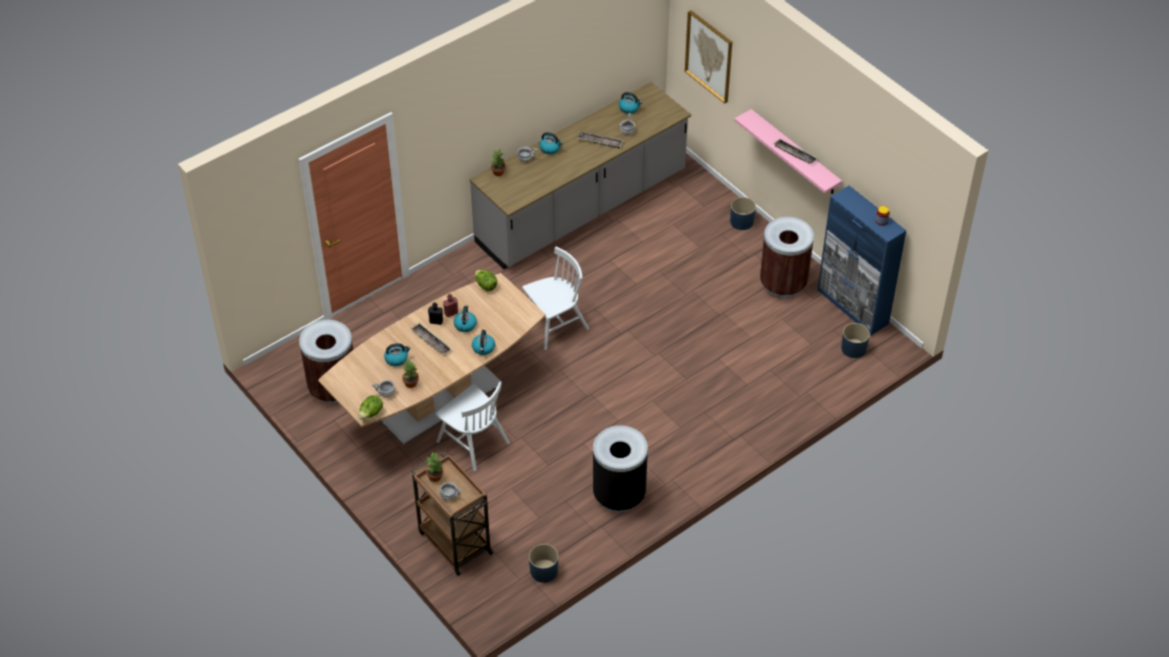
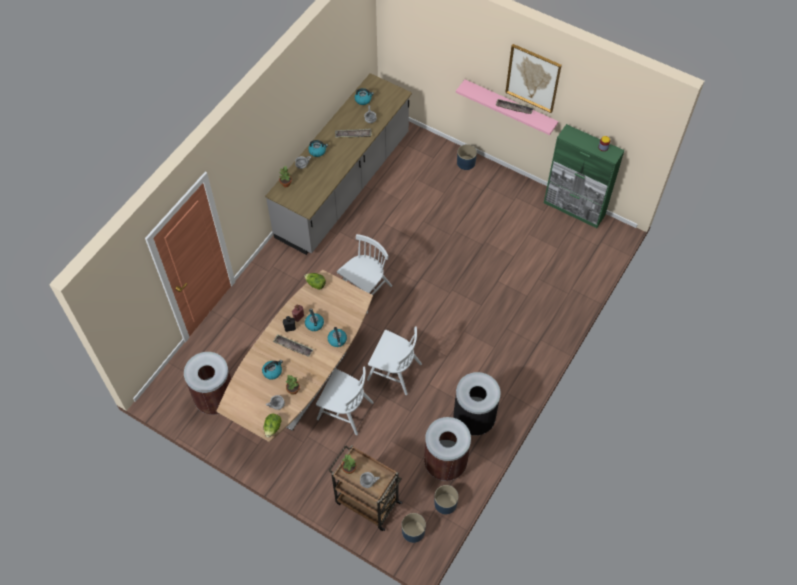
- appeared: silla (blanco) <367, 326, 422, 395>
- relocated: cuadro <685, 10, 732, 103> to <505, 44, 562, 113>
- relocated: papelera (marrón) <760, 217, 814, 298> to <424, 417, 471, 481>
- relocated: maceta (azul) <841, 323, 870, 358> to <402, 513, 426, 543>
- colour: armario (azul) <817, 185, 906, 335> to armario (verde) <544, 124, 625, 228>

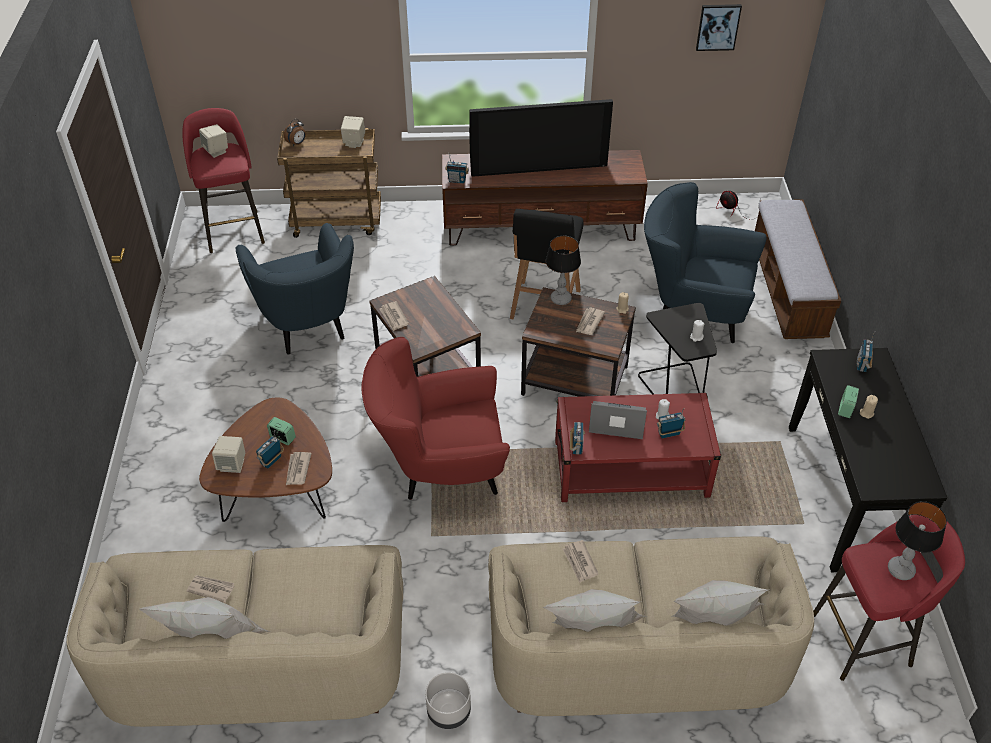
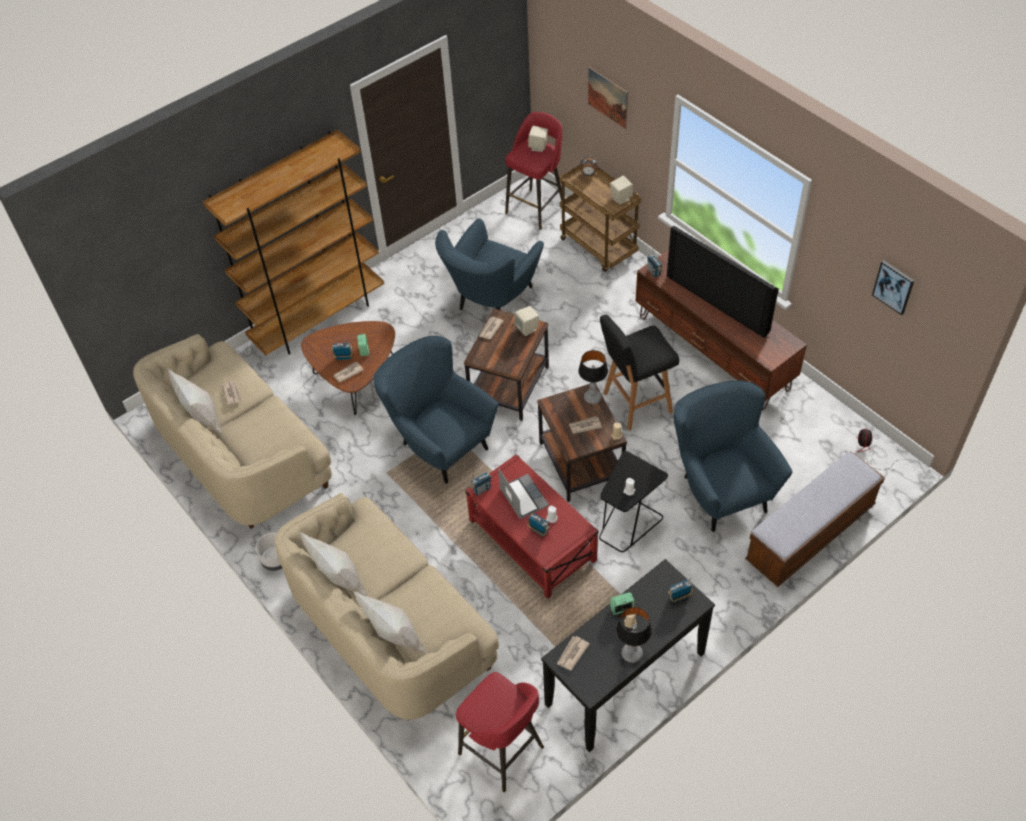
- appeared: estantería (marrón) <203, 129, 384, 356>
- appeared: cuadro <588, 67, 628, 129>
- relocated: altavoz (beis) <212, 436, 245, 473> to <514, 306, 539, 336>
- relocated: periódico <563, 540, 598, 583> to <557, 636, 590, 670>
- relocated: lámpara de mesa <888, 502, 947, 580> to <616, 607, 652, 663>
- colour: sillón (rojo) <361, 337, 510, 500> to sillón (azul) <373, 336, 498, 484>

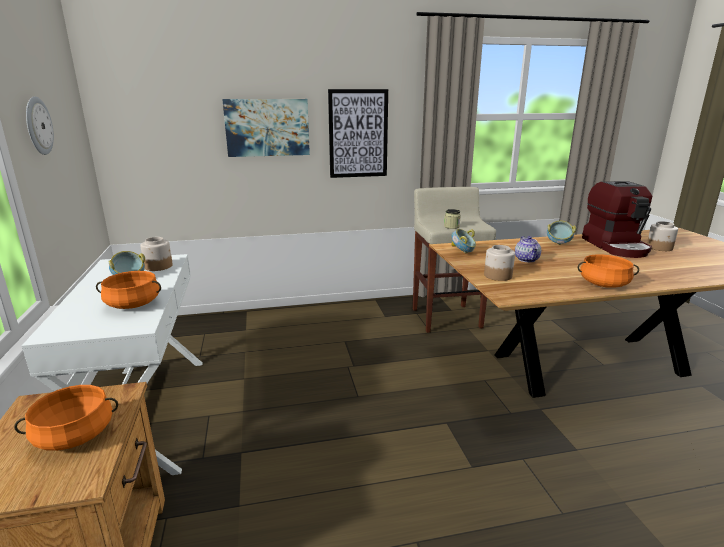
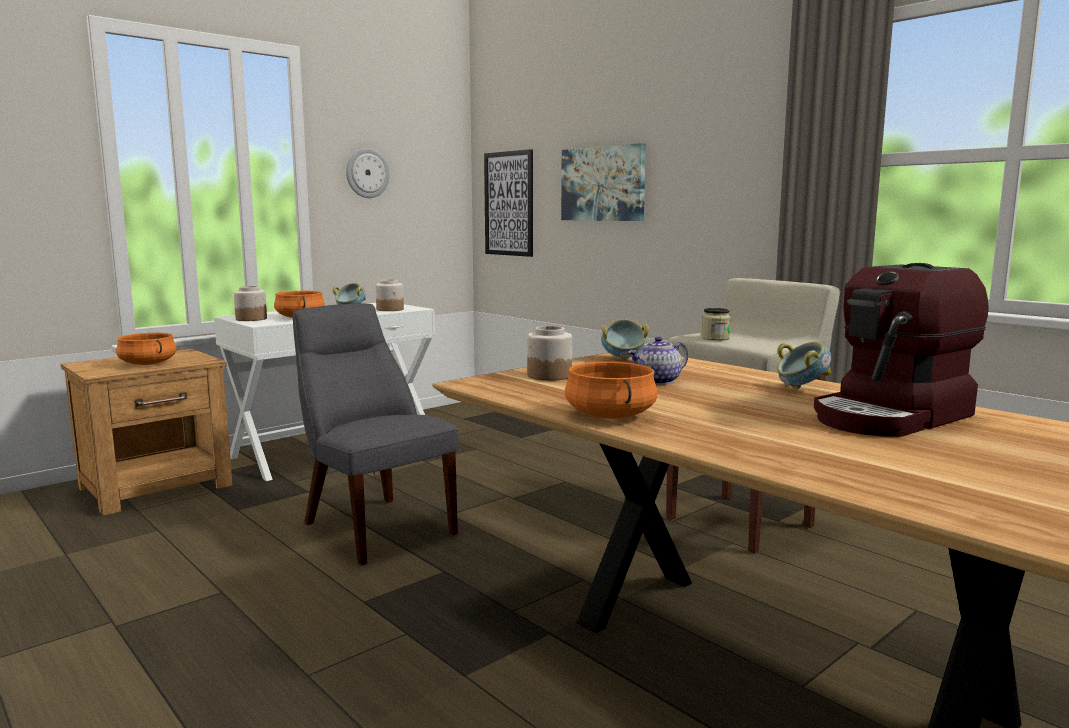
- appeared: silla (gris) <293, 304, 459, 565>
- relocated: cuadro <328, 89, 388, 178> to <484, 149, 533, 257>
- relocated: tarro <647, 221, 678, 251> to <234, 286, 267, 321>

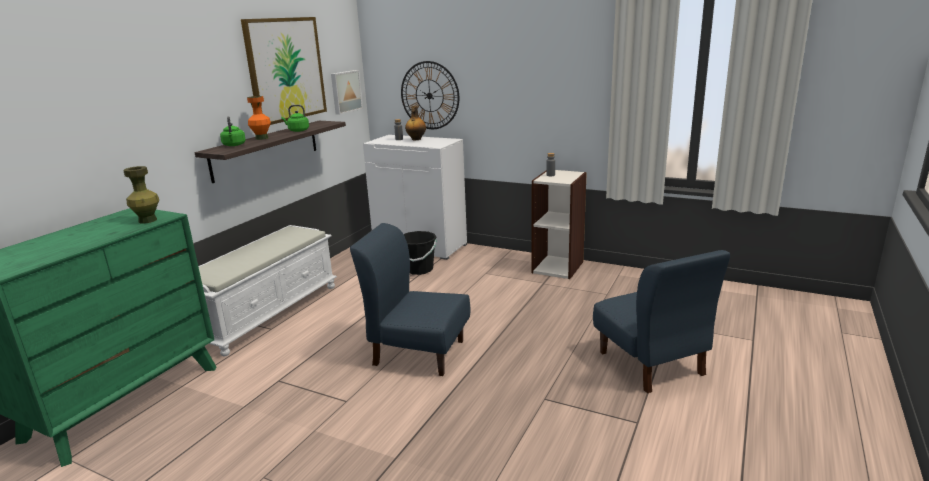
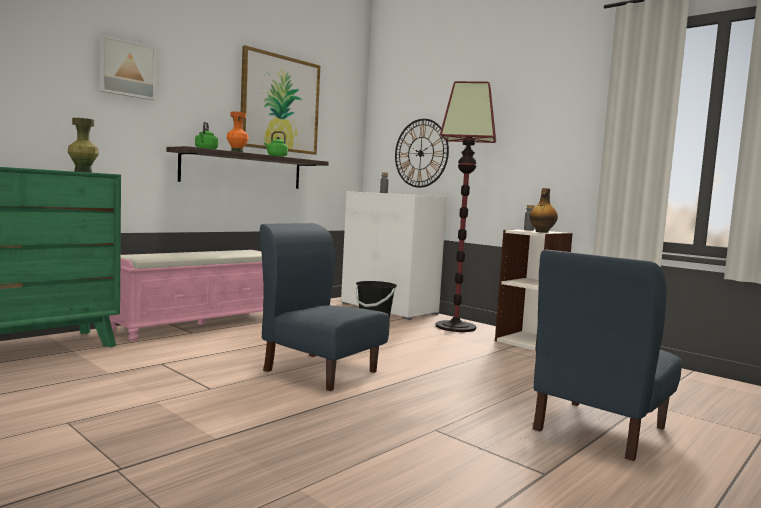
- appeared: lámpara de pie <436, 81, 496, 332>
- relocated: cuadro <331, 70, 363, 115> to <99, 35, 156, 100>
- relocated: botella <405, 106, 426, 140> to <529, 188, 558, 233>
- colour: banco (blanco) <198, 225, 337, 357> to banco (rosa) <109, 250, 264, 341>
- spun: silla (azul) <593, 250, 730, 393> = <533, 249, 682, 461> 45 degrees clockwise

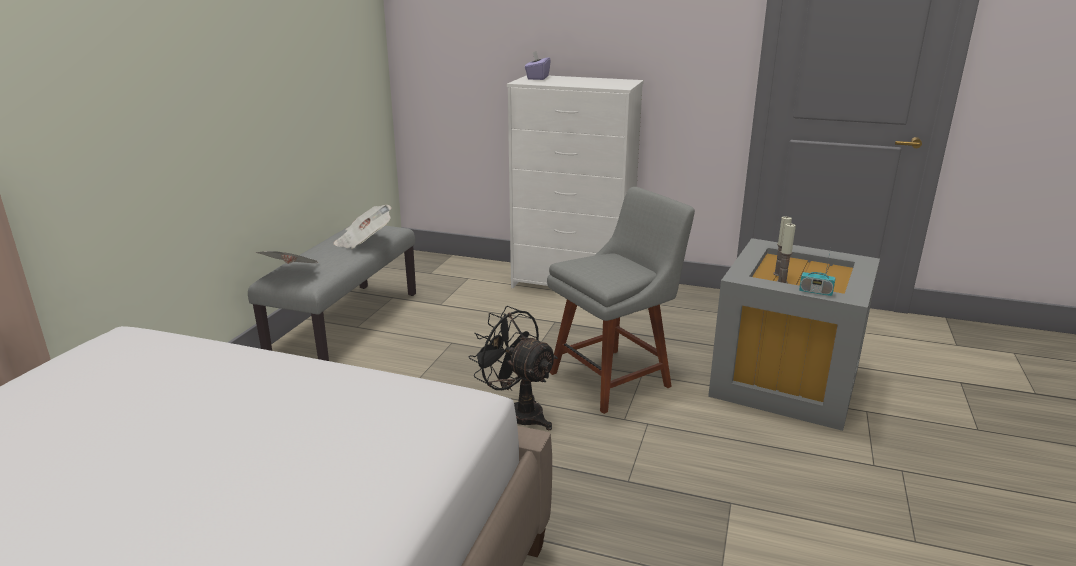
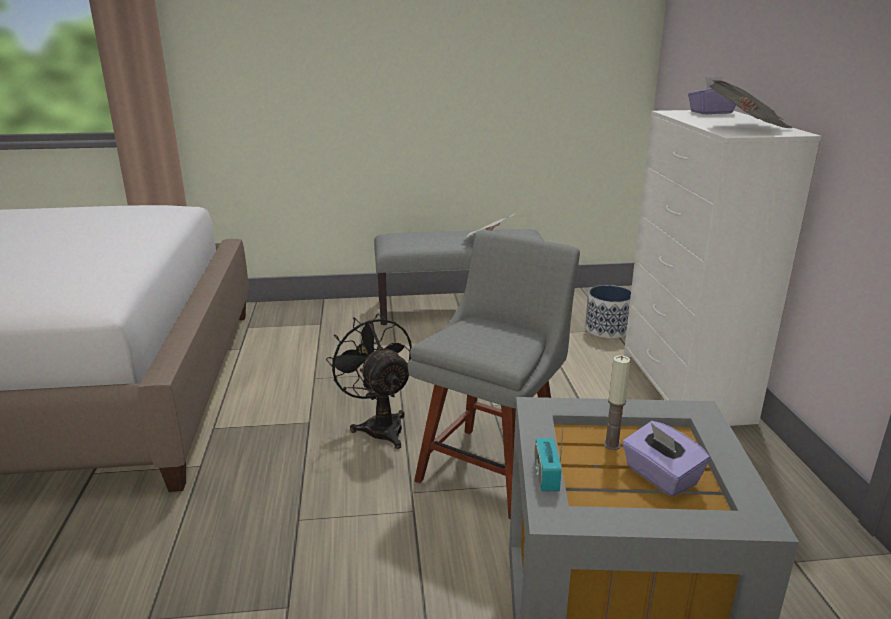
- missing: vela <777, 223, 796, 283>
- appeared: maceta <585, 285, 631, 339>
- appeared: caja de pañuelos (morado) <622, 421, 710, 496>
- relocated: periódico <256, 251, 320, 264> to <709, 80, 793, 128>
- spun: ventilador (negro) <469, 306, 558, 430> = <326, 313, 412, 449> 45 degrees counterclockwise
- spun: silla (gris) <547, 187, 695, 414> = <408, 231, 580, 519> 90 degrees counterclockwise

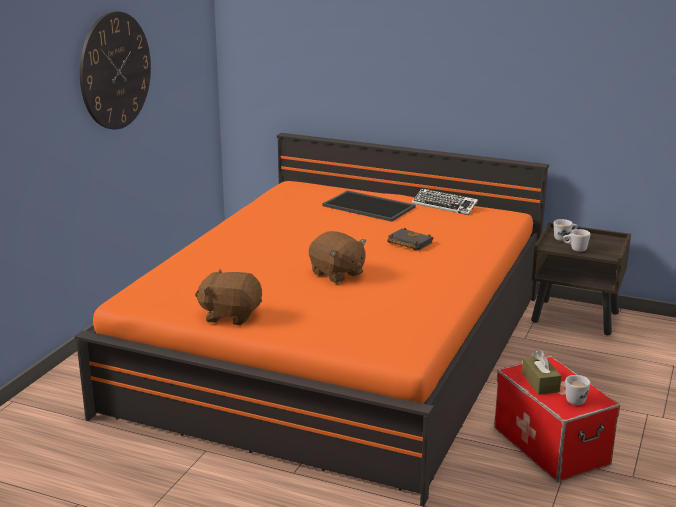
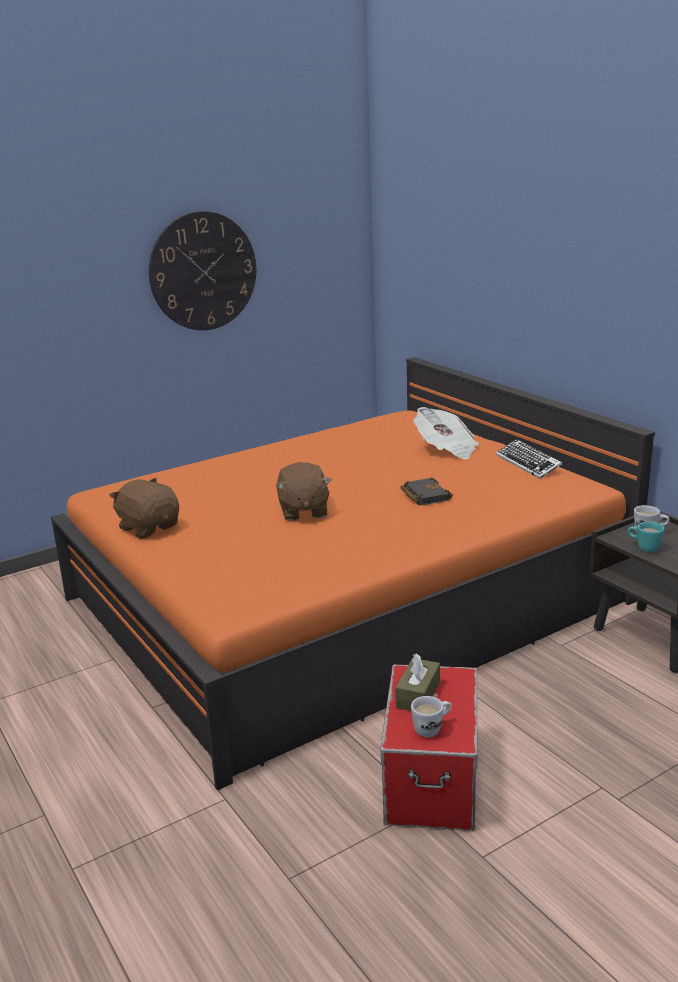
- exchanged: bandeja <322, 190, 416, 222> to periódico <413, 407, 479, 459>
- colour: taza grande (blanco) <563, 229, 591, 252> to taza grande (turquesa) <628, 522, 665, 552>

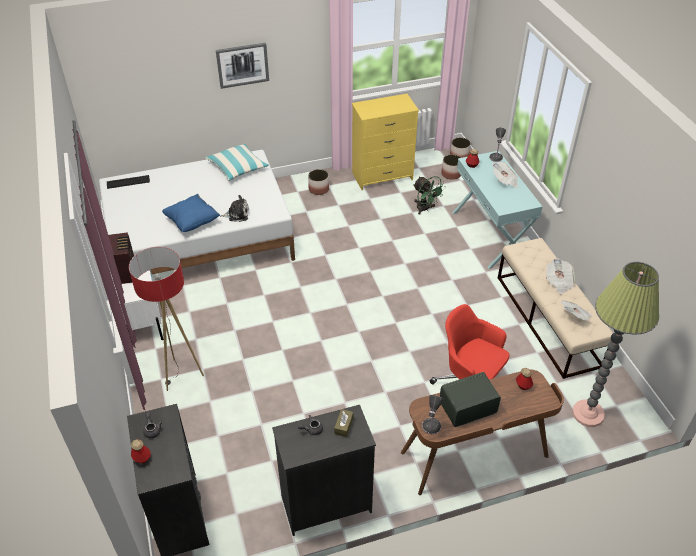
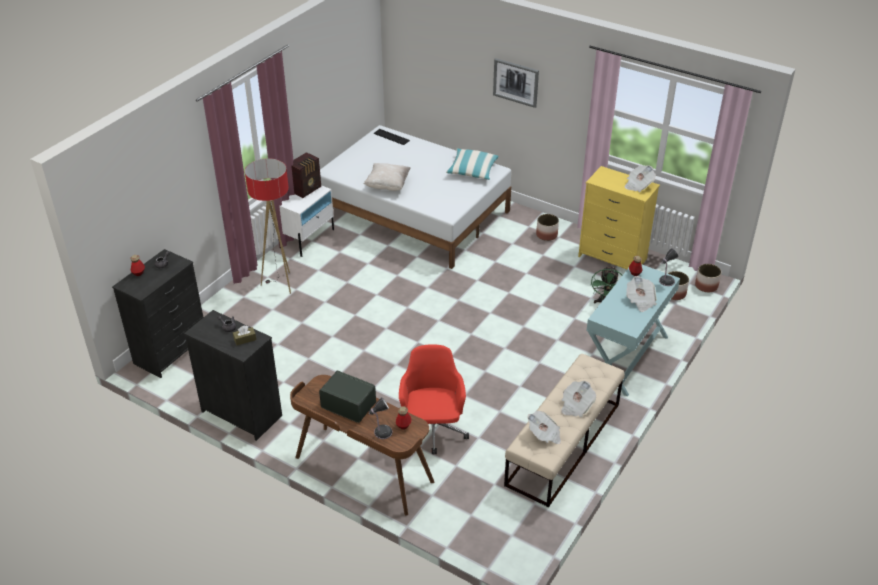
- missing: peluche <220, 195, 249, 222>
- missing: lámpara de pie <572, 262, 659, 427>
- appeared: periódico <624, 165, 656, 192>
- relocated: lámpara de mesa <422, 395, 444, 434> to <369, 397, 393, 439>
- colour: cojín (azul) <162, 194, 220, 232> to cojín (beis) <364, 163, 411, 191>

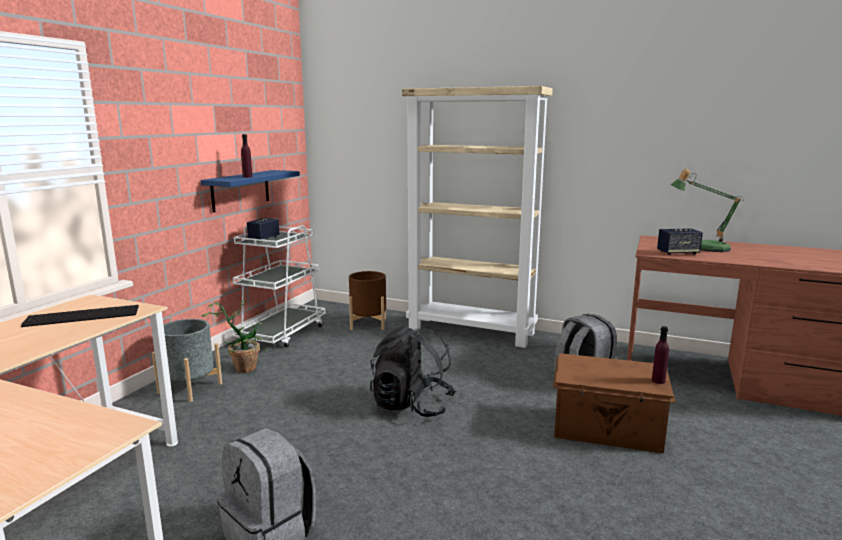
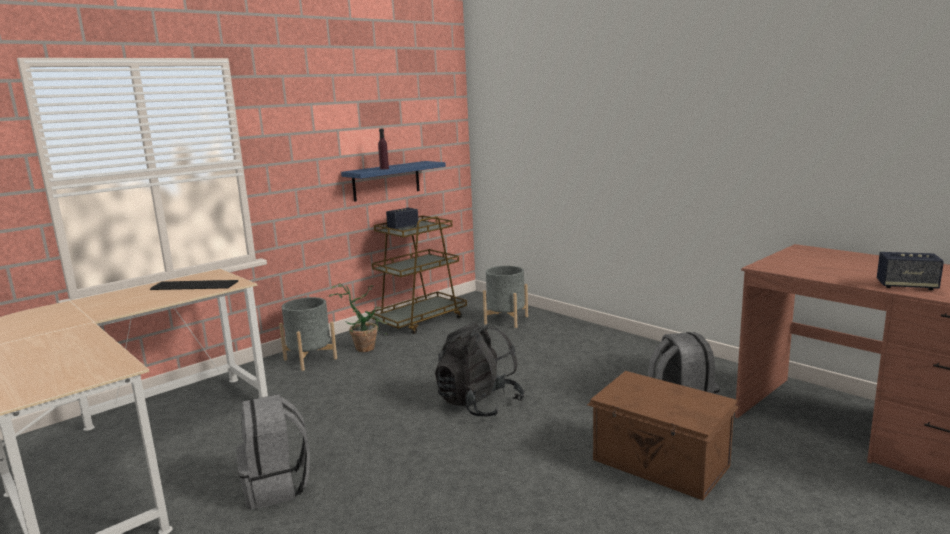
- missing: estantería (beis) <402, 86, 553, 348>
- missing: botella (morado) <652, 326, 669, 384>
- missing: lámpara de mesa <671, 169, 741, 252>
- relocated: altavoz <657, 228, 703, 255> to <877, 252, 944, 290>
- colour: carrito (blanco) <231, 225, 326, 347> to carrito (marrón) <370, 215, 467, 334>
- colour: maceta (marrón) <349, 271, 386, 330> to maceta (gris) <483, 266, 528, 328>

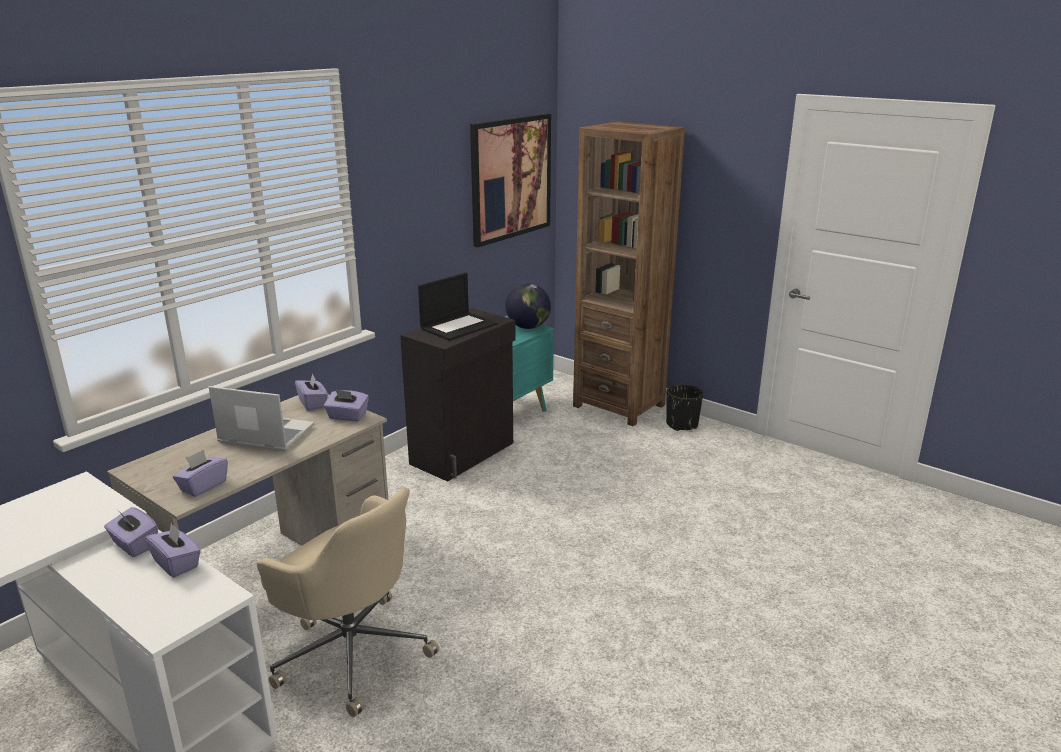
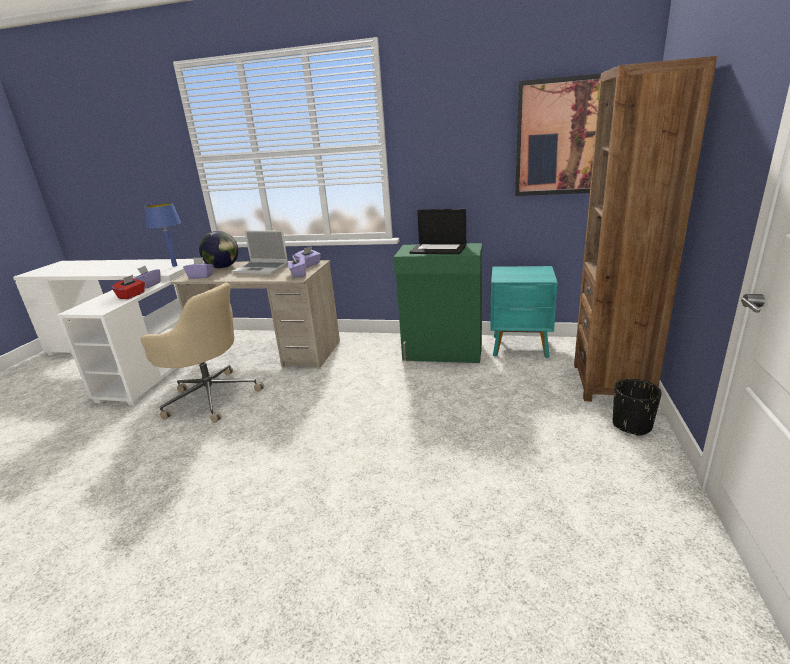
- appeared: lámpara de mesa (azul) <144, 203, 181, 267>
- relocated: globo terráqueo <505, 283, 551, 329> to <199, 231, 239, 269>
- colour: caja de pañuelos (morado) <145, 523, 201, 578> to caja de pañuelos (rojo) <112, 275, 145, 299>
- colour: armario (negro) <400, 308, 516, 481> to armario (verde) <394, 243, 482, 363>
- spun: portátil <209, 386, 314, 452> = <232, 230, 288, 275> 120 degrees clockwise
- spun: silla de oficina (beis) <257, 488, 439, 717> = <140, 283, 264, 423> 75 degrees counterclockwise

